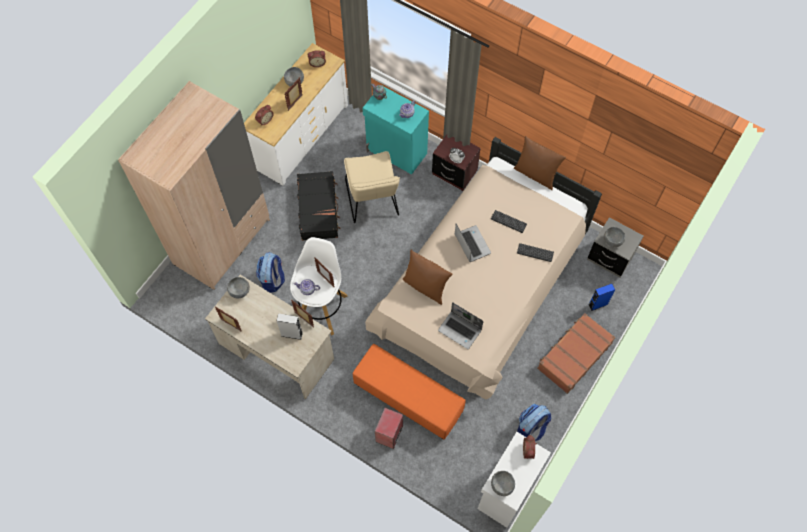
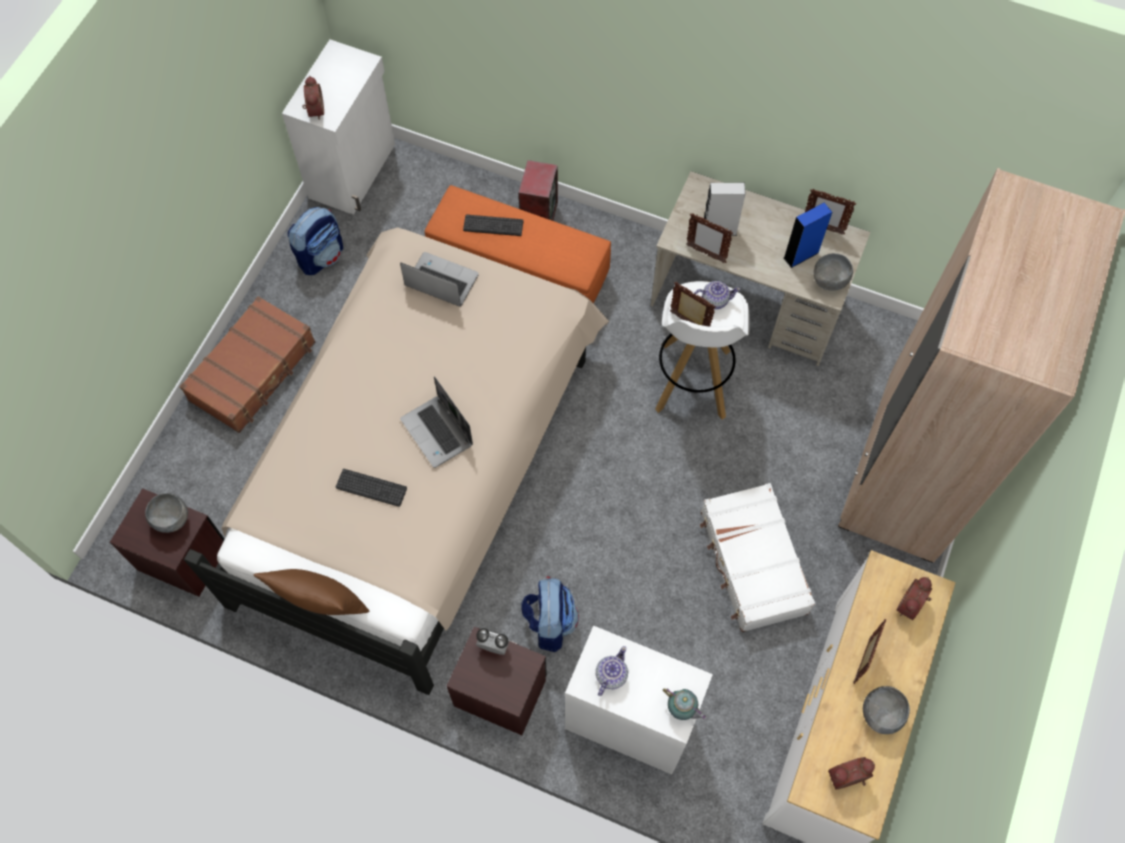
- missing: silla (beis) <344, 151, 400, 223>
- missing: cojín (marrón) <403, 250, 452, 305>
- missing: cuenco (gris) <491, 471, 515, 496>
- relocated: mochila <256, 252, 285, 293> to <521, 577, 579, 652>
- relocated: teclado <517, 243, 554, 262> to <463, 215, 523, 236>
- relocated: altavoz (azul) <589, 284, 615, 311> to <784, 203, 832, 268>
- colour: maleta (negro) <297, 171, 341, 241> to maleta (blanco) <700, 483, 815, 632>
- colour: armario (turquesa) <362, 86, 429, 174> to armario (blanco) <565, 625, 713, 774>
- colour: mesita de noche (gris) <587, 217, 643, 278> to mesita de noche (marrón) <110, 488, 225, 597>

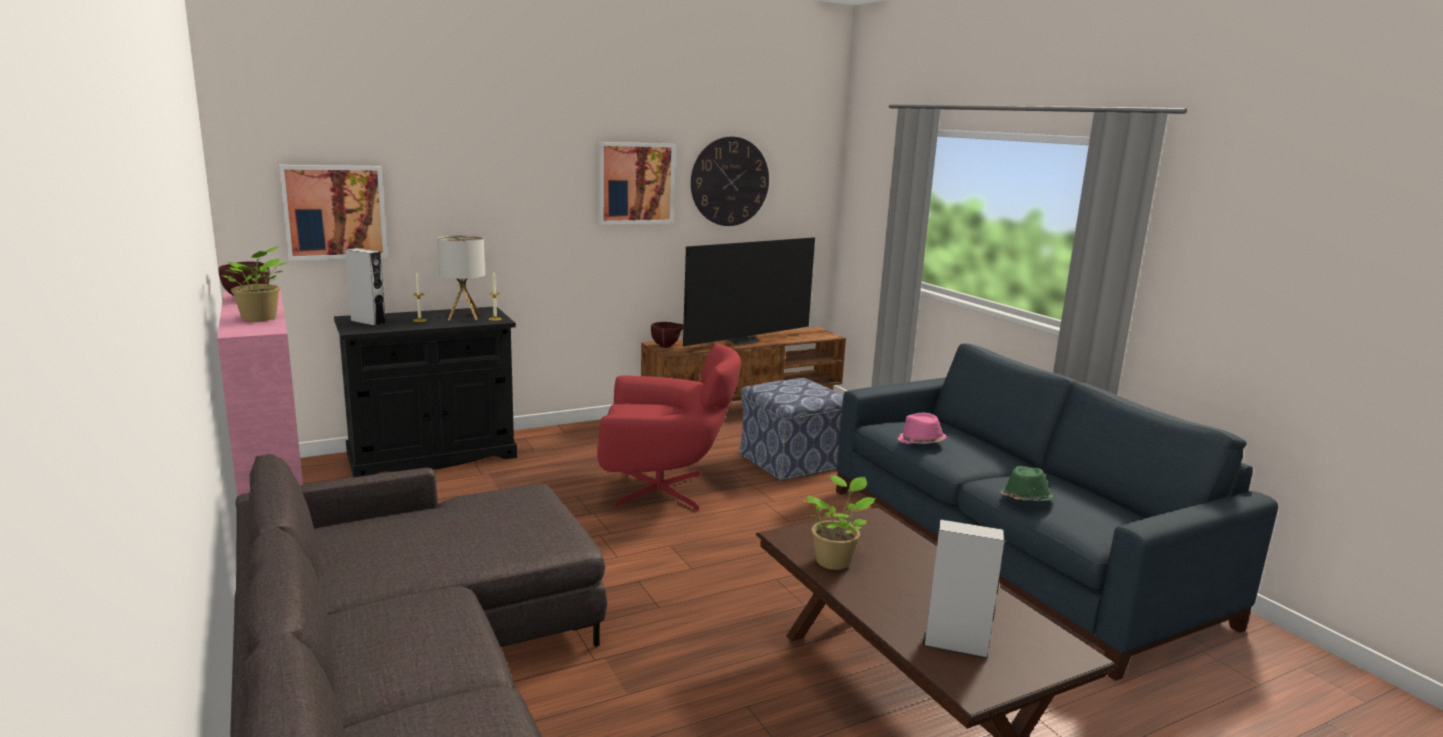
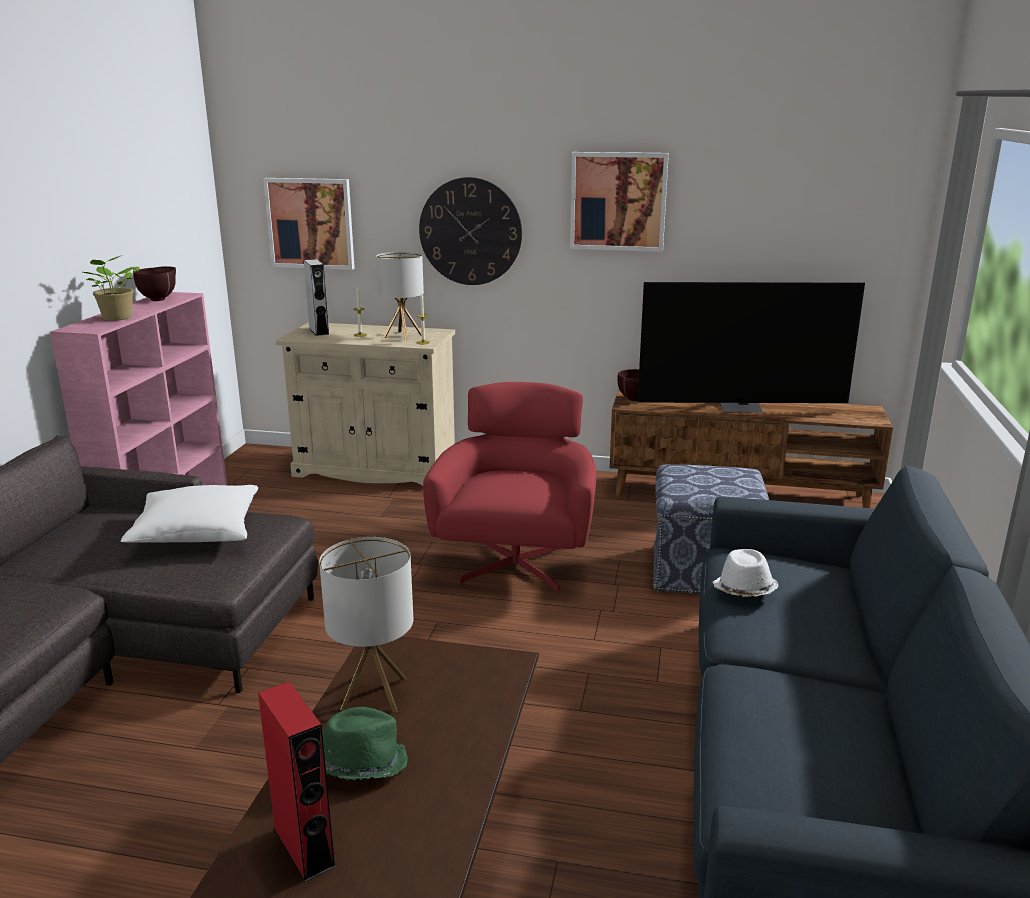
- appeared: cojín (blanco) <121, 485, 258, 543>
- relocated: reloj de pared <691, 137, 769, 226> to <419, 177, 522, 285>
- relocated: sombrero (verde) <999, 466, 1054, 501> to <323, 707, 408, 781>
- exchanged: planta en maceta <805, 475, 876, 570> to lámpara de mesa <319, 537, 414, 712>
- colour: armario (negro) <334, 307, 517, 477> to armario (beis) <276, 322, 455, 486>
- colour: sombrero (rosa) <897, 413, 946, 444> to sombrero (blanco) <713, 549, 779, 597>
- colour: altavoz (gris) <923, 520, 1004, 659> to altavoz (rojo) <258, 682, 336, 882>
- spun: sillón (rojo) <597, 344, 741, 511> = <423, 382, 596, 592> 120 degrees counterclockwise

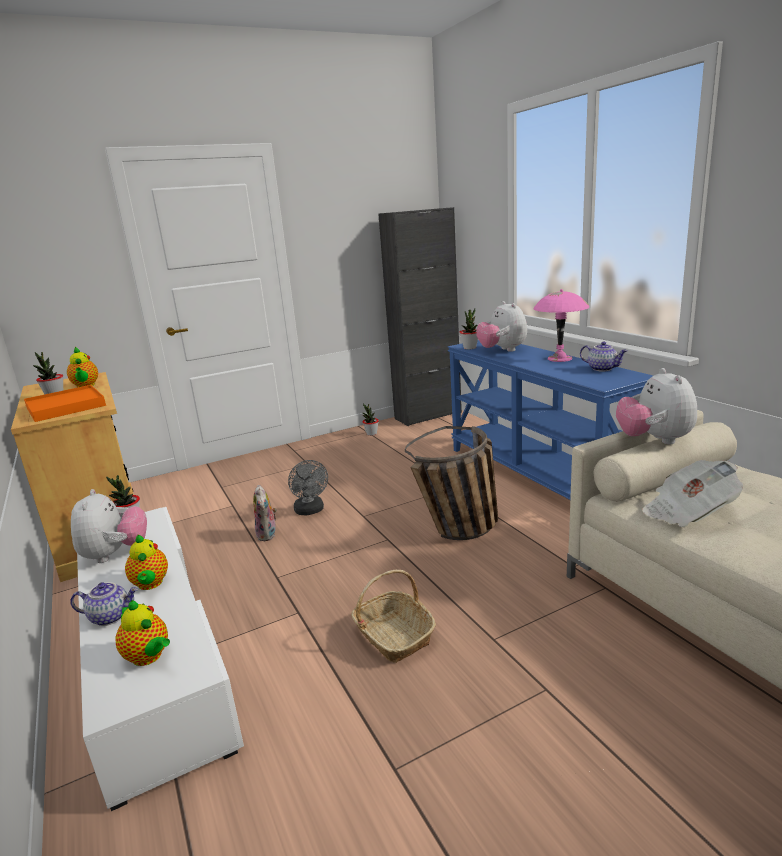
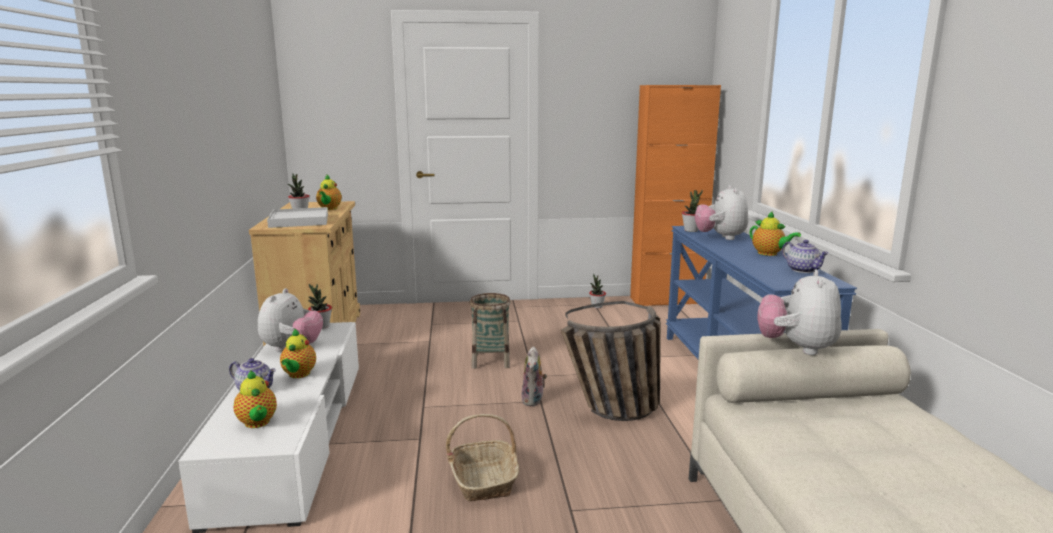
- missing: periódico <642, 460, 743, 527>
- relocated: peluche <253, 485, 277, 541> to <521, 346, 547, 407>
- exchanged: ventilador (gris) <288, 460, 328, 515> to cesta <470, 293, 511, 369>
- exchanged: lámpara de mesa (rosa) <533, 289, 590, 362> to tetera <750, 211, 801, 256>
- colour: bandeja (naranja) <24, 385, 106, 422> to bandeja (blanco) <267, 207, 328, 228>
- colour: armario (negro) <378, 207, 462, 426> to armario (naranja) <630, 85, 721, 306>

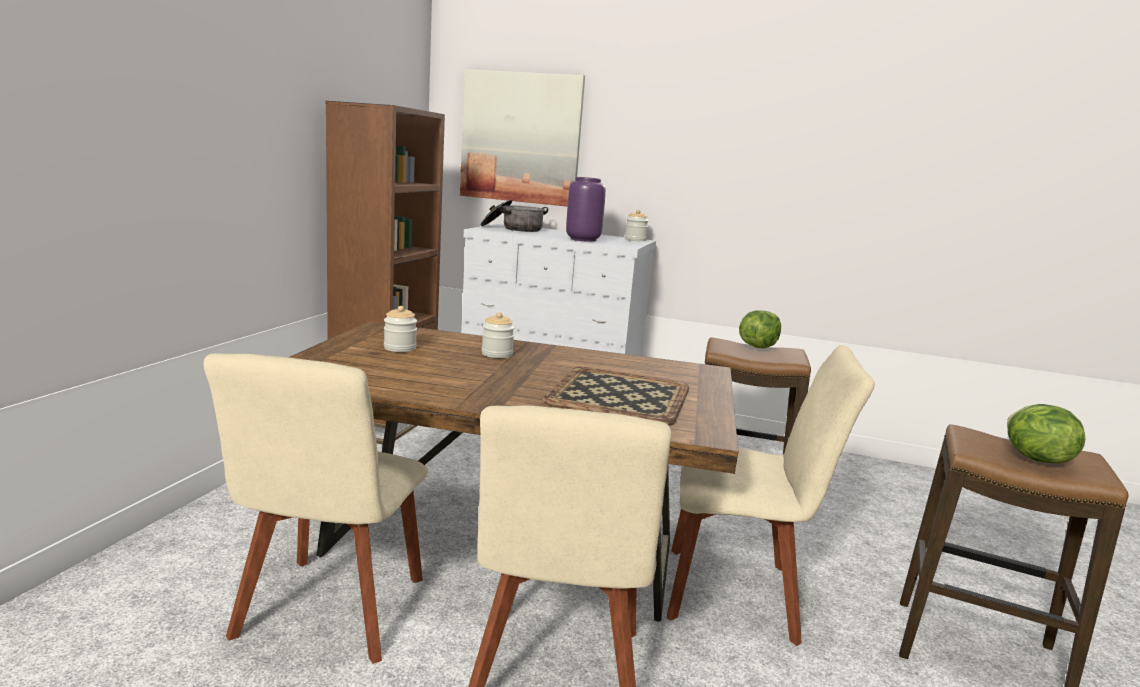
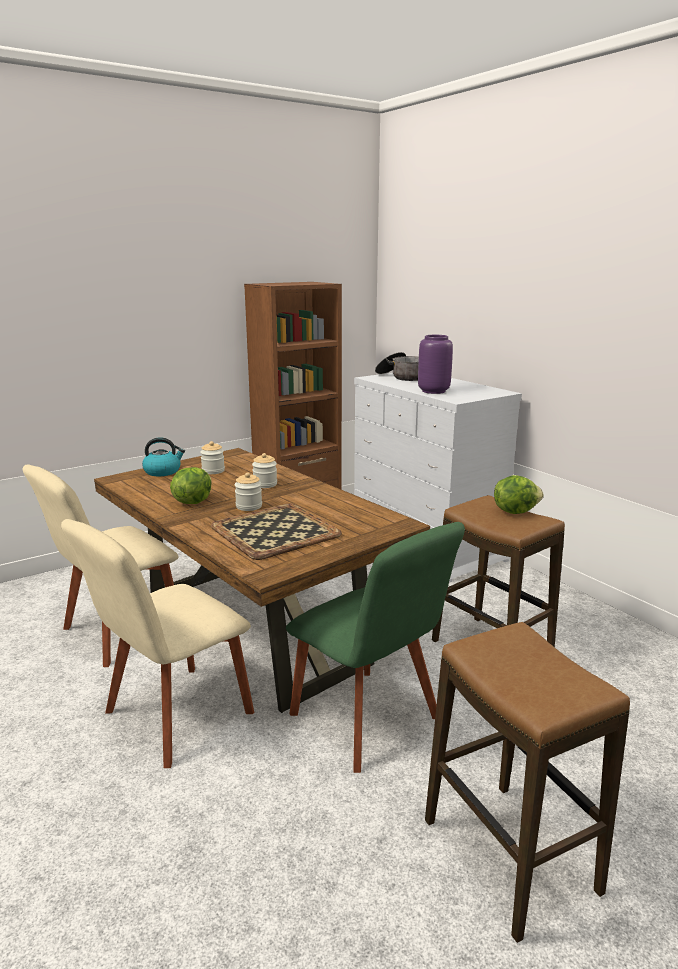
- missing: cuadro <460, 69, 585, 206>
- appeared: hervidor <142, 437, 185, 476>
- relocated: tarro <624, 209, 648, 241> to <235, 472, 262, 511>
- relocated: lechuga <1007, 404, 1085, 464> to <170, 467, 212, 504>
- colour: silla (beis) <667, 345, 875, 646> to silla (verde) <286, 522, 465, 773>

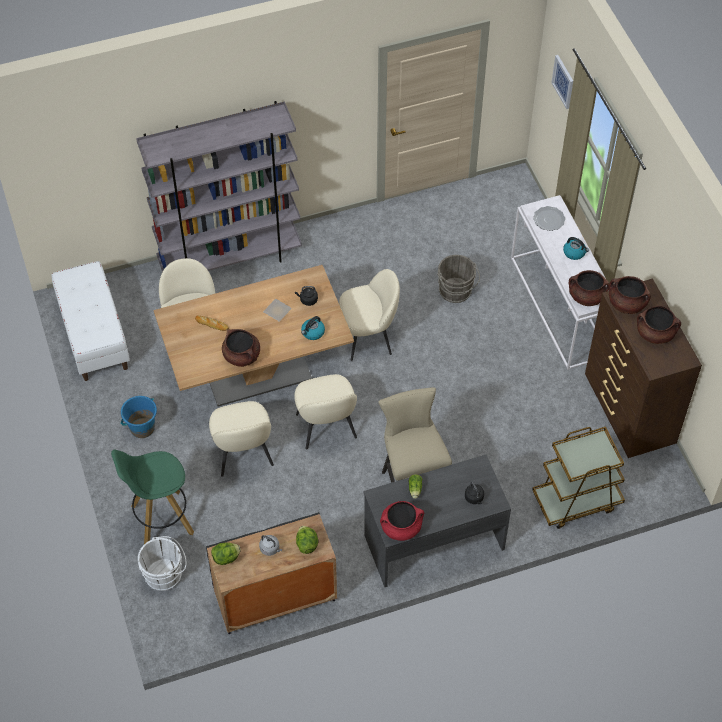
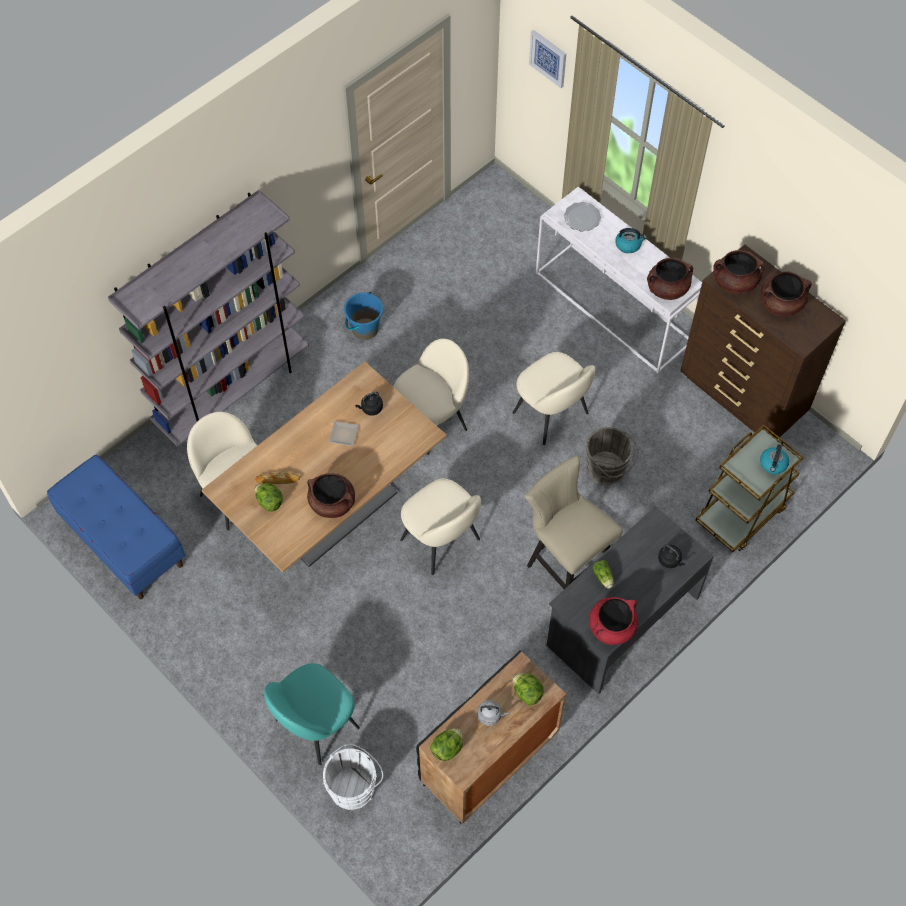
- appeared: lechuga <254, 483, 283, 512>
- relocated: cubo (azul) <121, 396, 157, 438> to <344, 292, 383, 340>
- relocated: silla (beis) <209, 401, 274, 477> to <513, 352, 595, 445>
- relocated: hervidor <301, 316, 325, 340> to <760, 444, 789, 474>
- relocated: cubo (gris) <438, 255, 480, 303> to <585, 427, 639, 485>
- exchanged: taburete (verde) <111, 450, 194, 544> to silla (turquesa) <264, 663, 360, 765>
- colour: banco (blanco) <51, 261, 130, 381> to banco (azul) <47, 455, 185, 599>

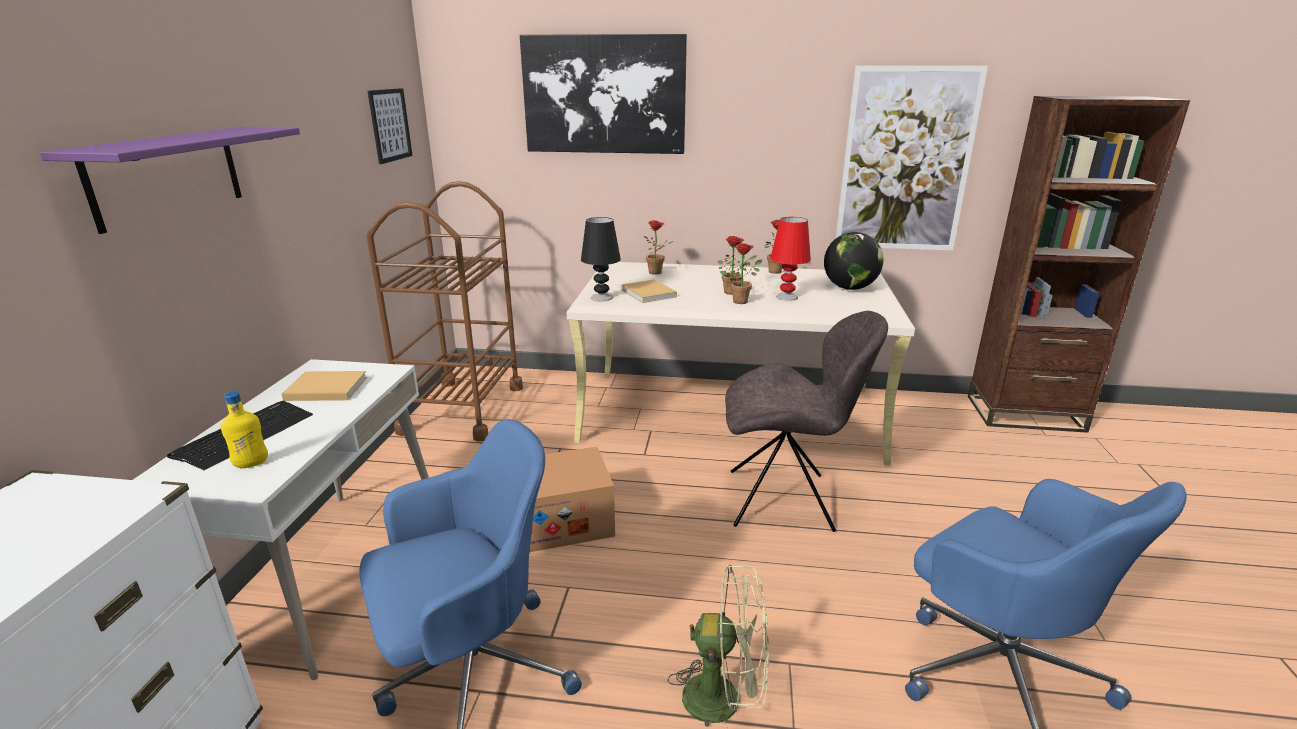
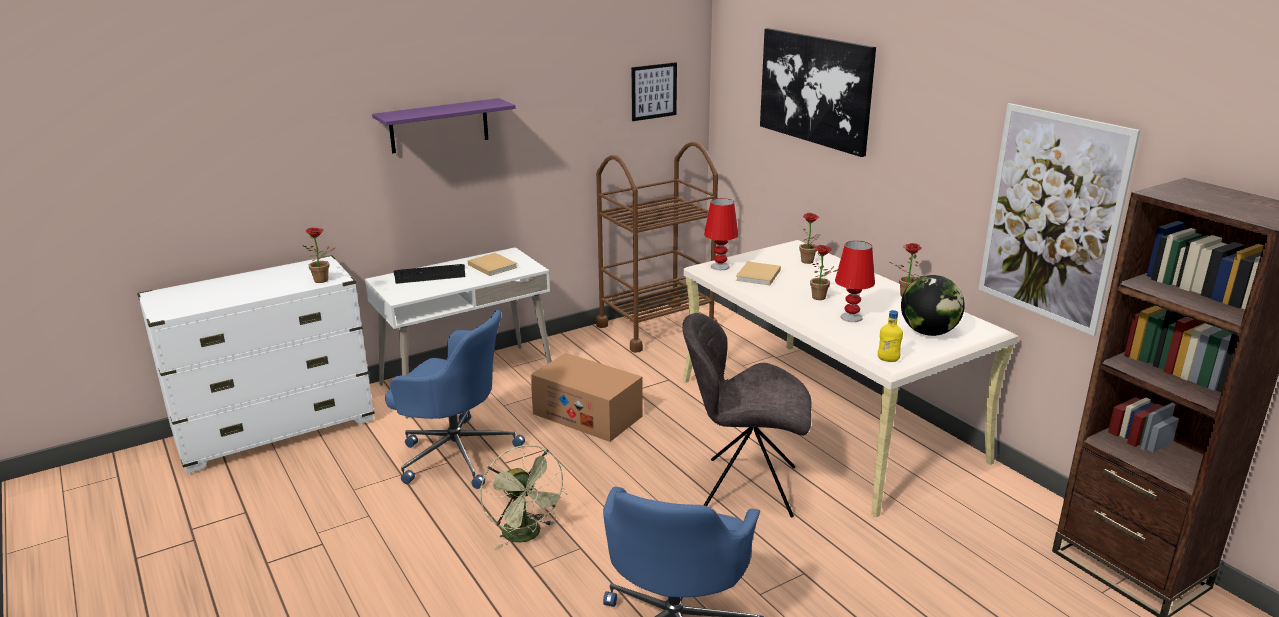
- relocated: botella (amarillo) <220, 391, 268, 468> to <878, 310, 903, 362>
- relocated: planta en maceta <720, 243, 762, 304> to <303, 227, 335, 283>
- colour: lámpara de mesa (negro) <581, 217, 621, 301> to lámpara de mesa (rojo) <704, 198, 739, 270>
- spun: silla (gris) <725, 311, 888, 532> = <682, 313, 811, 518> 135 degrees clockwise

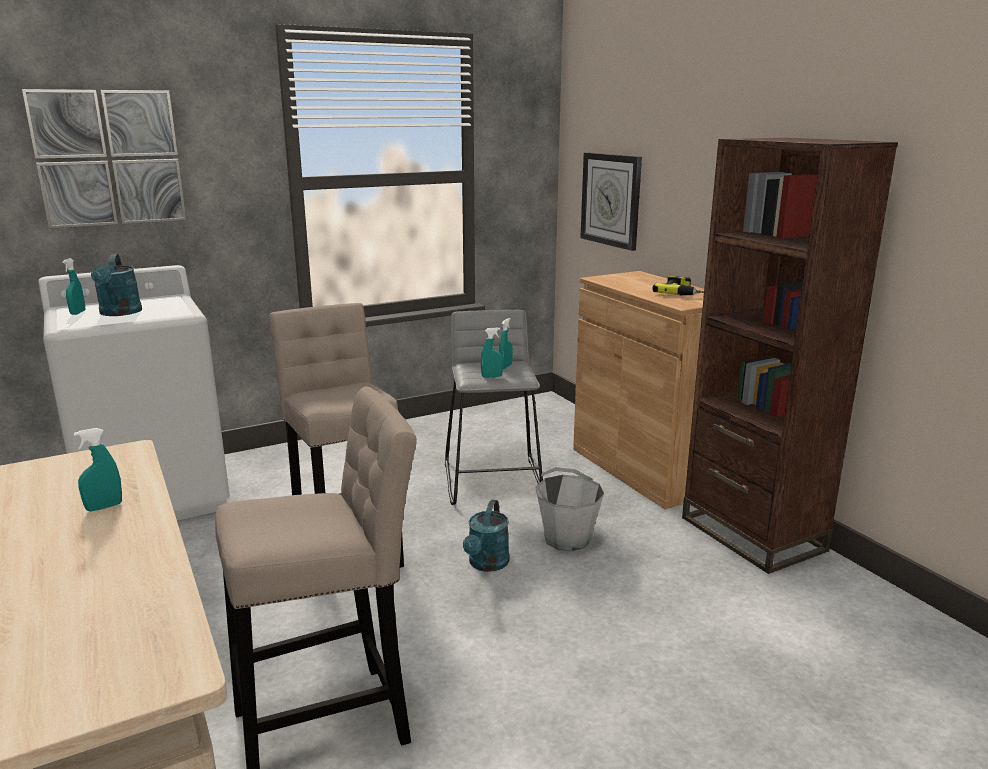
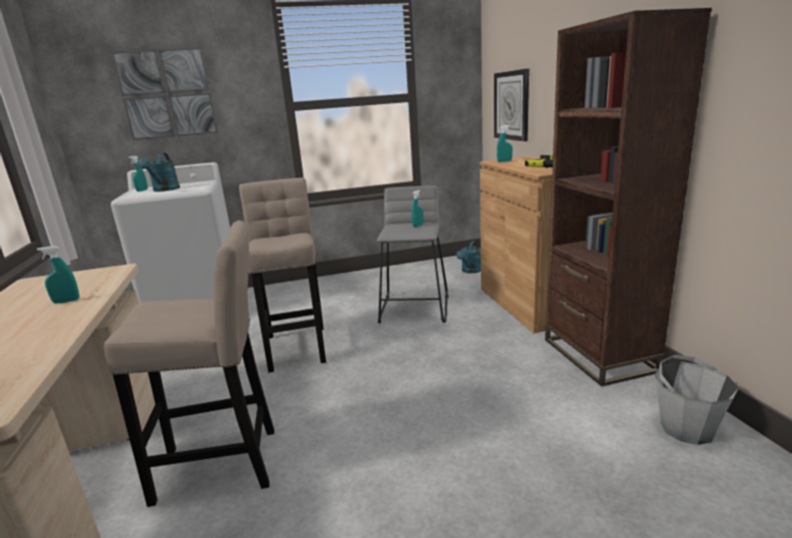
- relocated: regadera (turquesa) <463, 499, 510, 572> to <456, 240, 481, 273>
- relocated: pulverizador (turquesa) <481, 327, 503, 378> to <497, 125, 513, 162>
- relocated: cubo (gris) <535, 467, 604, 551> to <655, 355, 739, 445>

